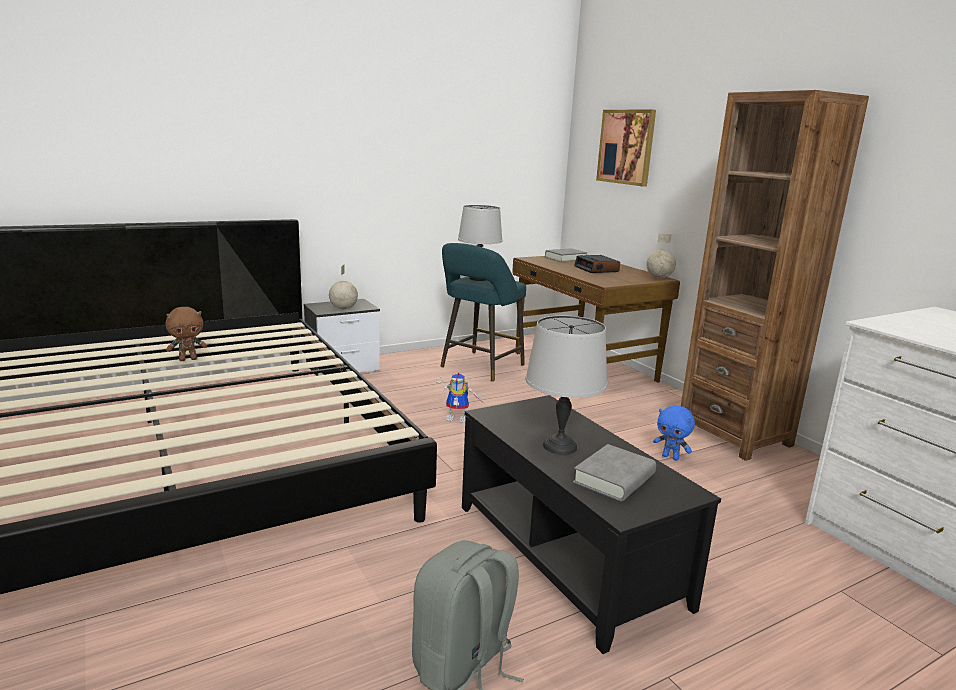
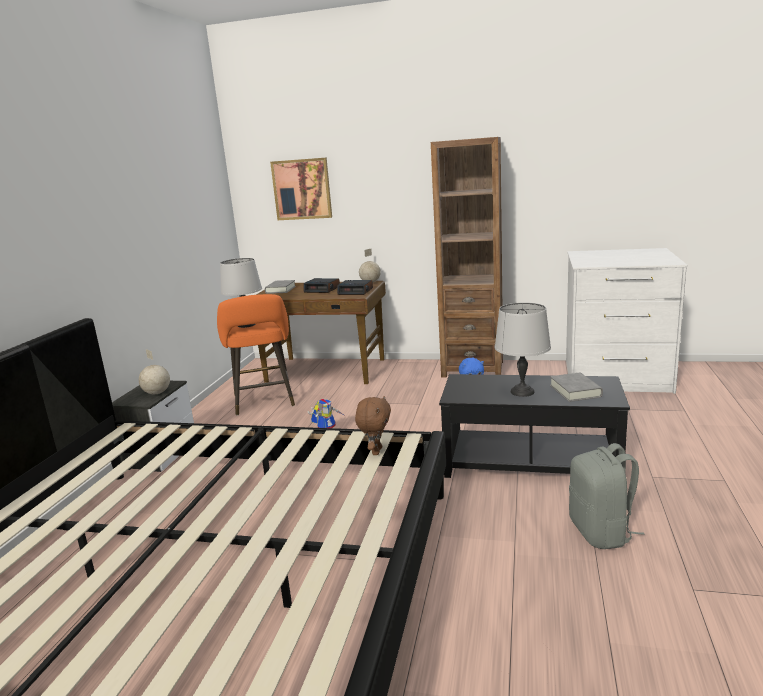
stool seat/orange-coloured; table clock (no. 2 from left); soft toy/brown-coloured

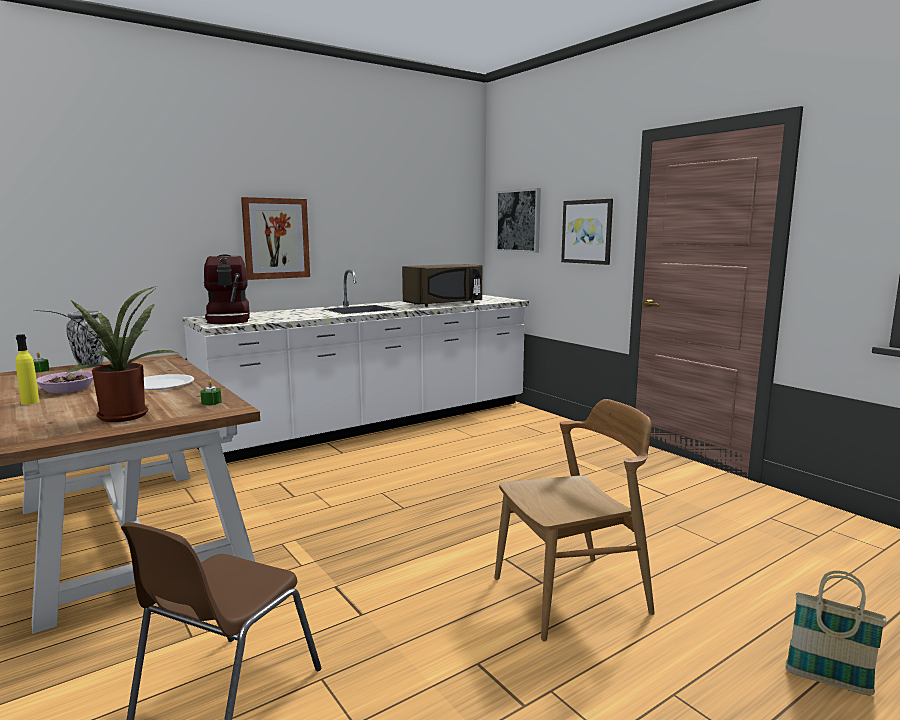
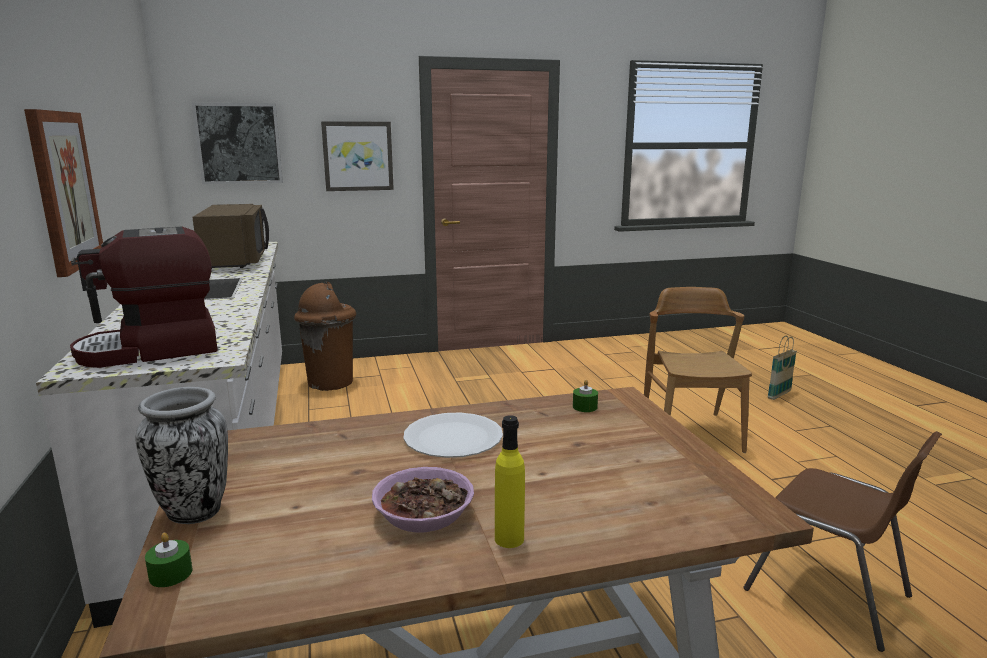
coffee maker; waste bin/brown-coloured; potted plant

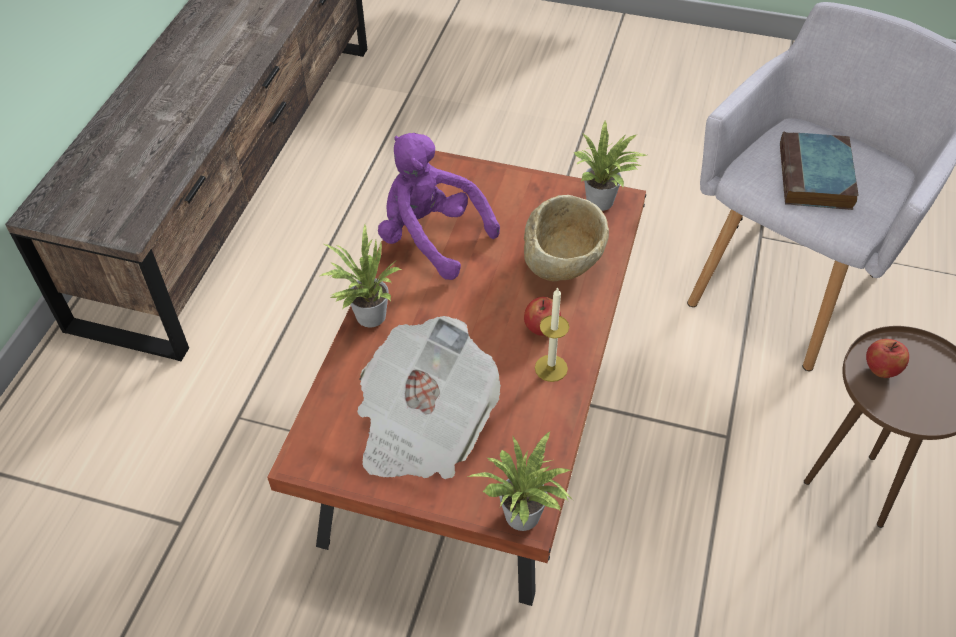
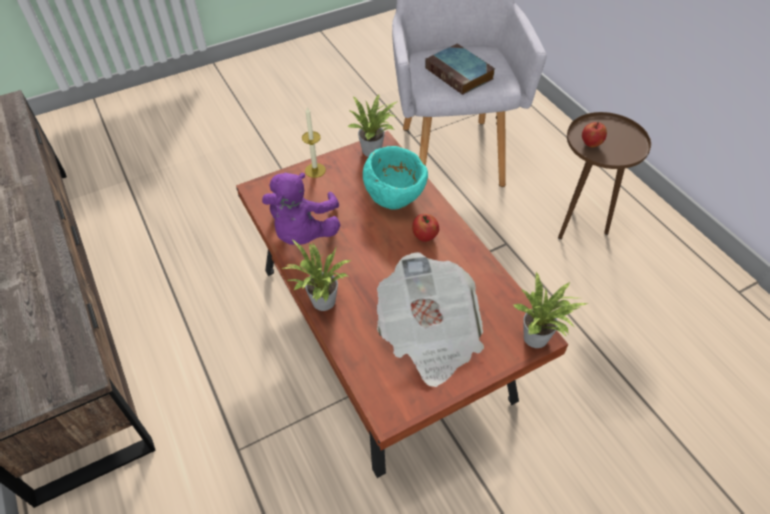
soft toy/purple-coloured; wax candle; bowl/turquoise

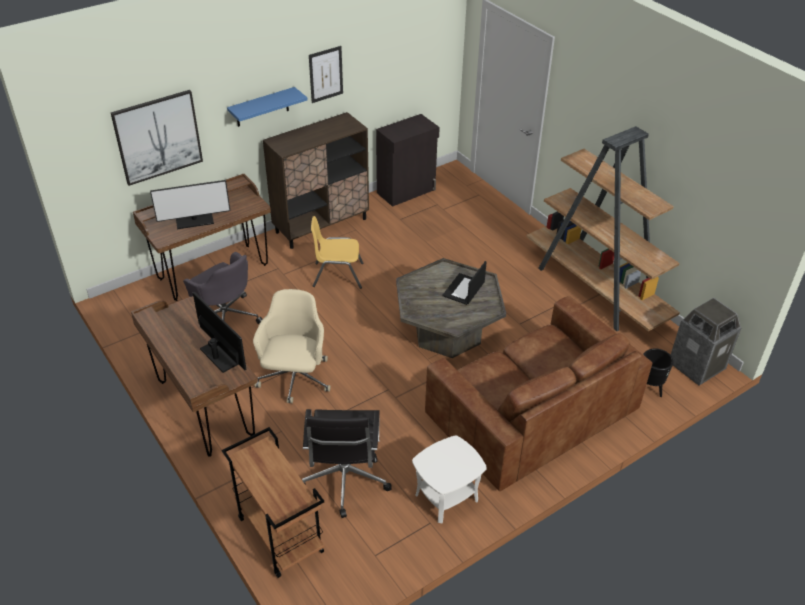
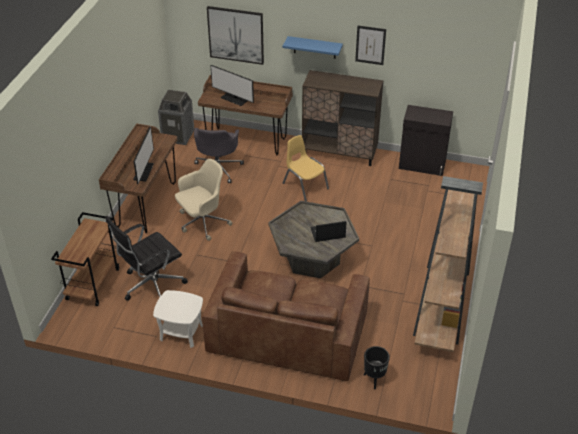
waste bin

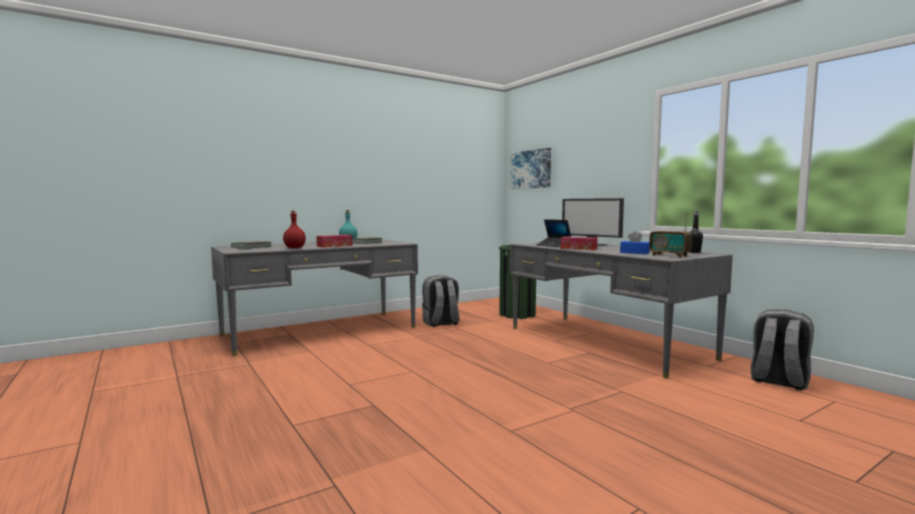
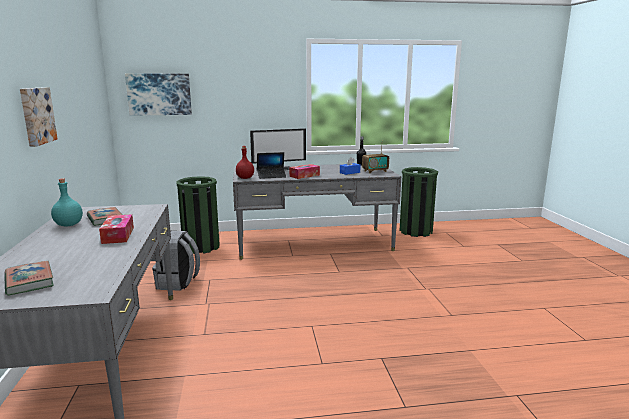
picture (no. 1 from left); drink bottle/red; waste bin/greenish (no. 2 from left)

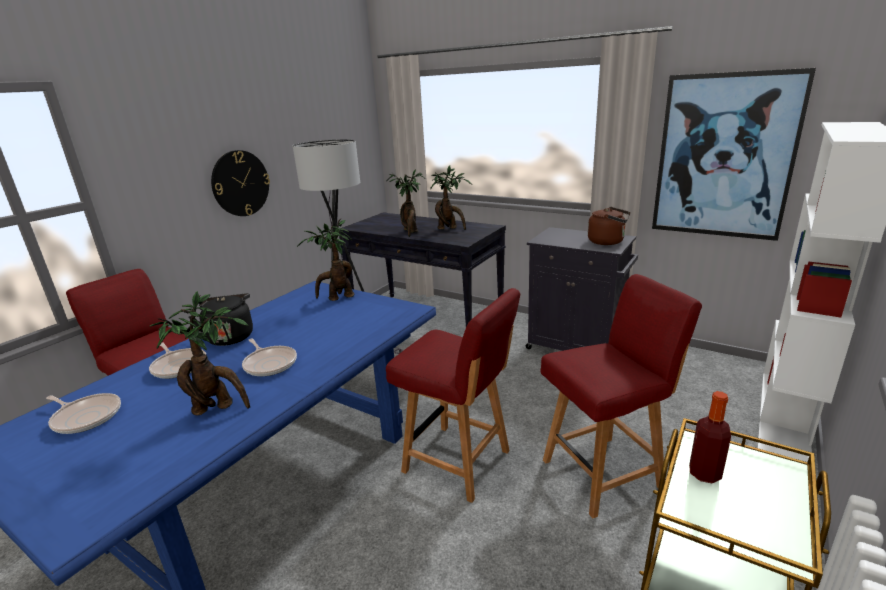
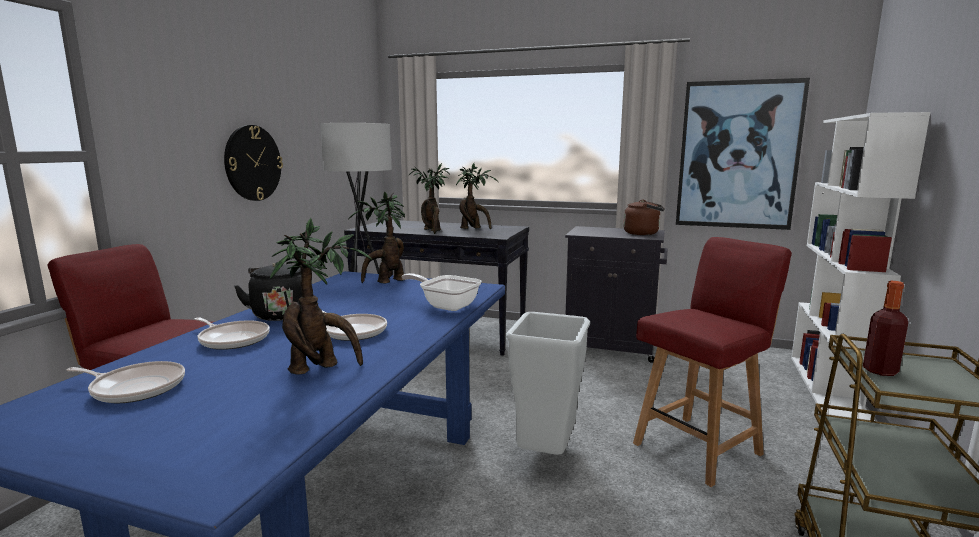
pan (no. 4 from left); waste bin/grey

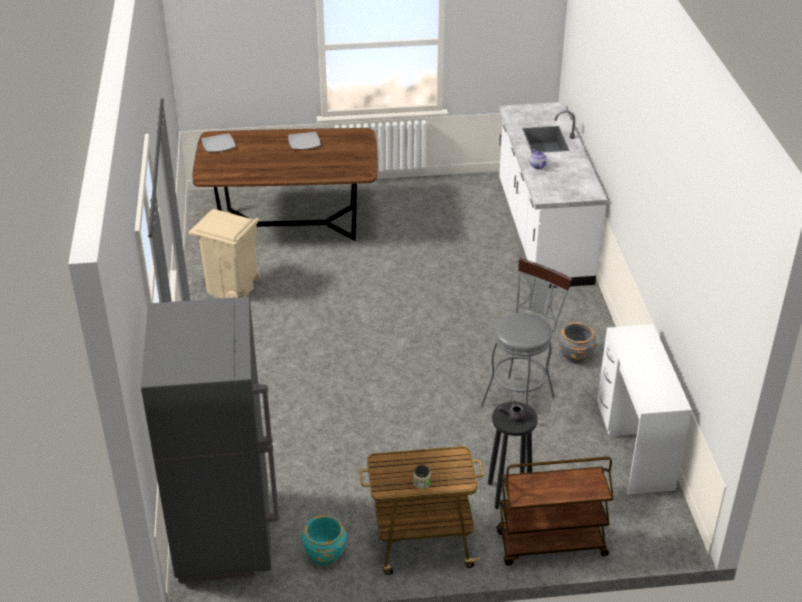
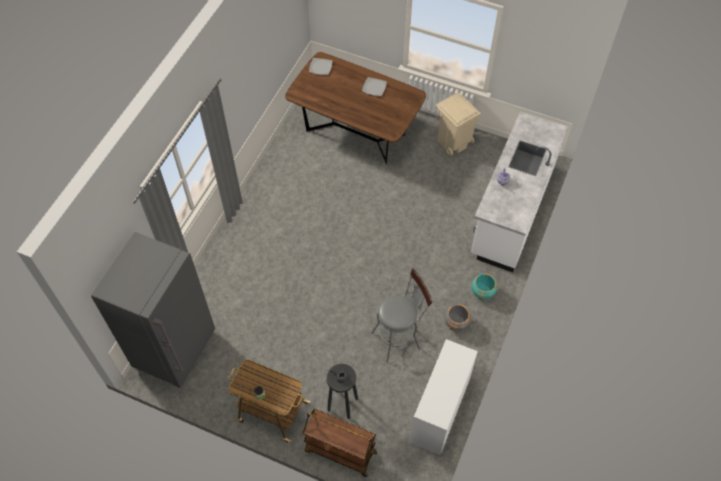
waste bin/beige; plant pot/turquoise

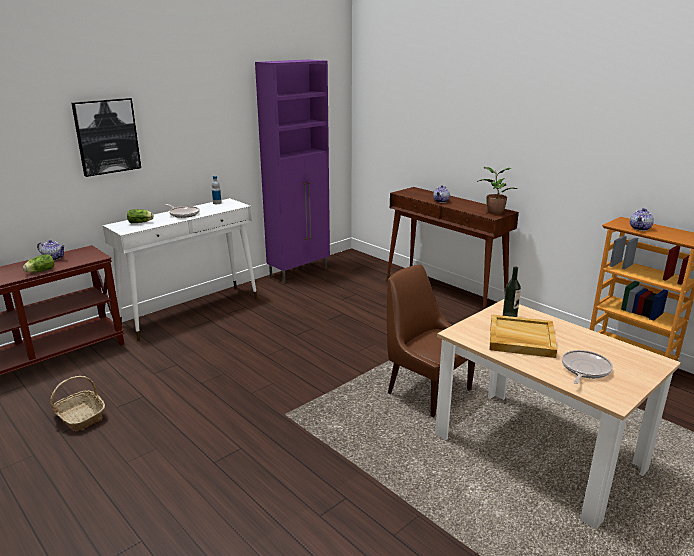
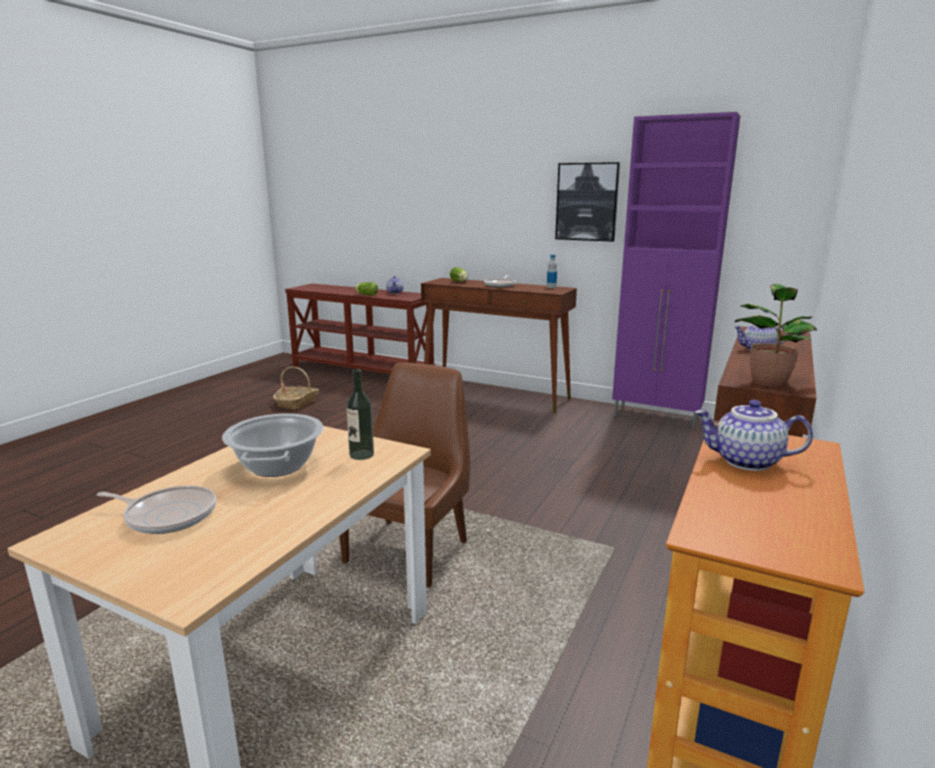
cooking pot; console table/brown-coloured (no. 2 from left); picture

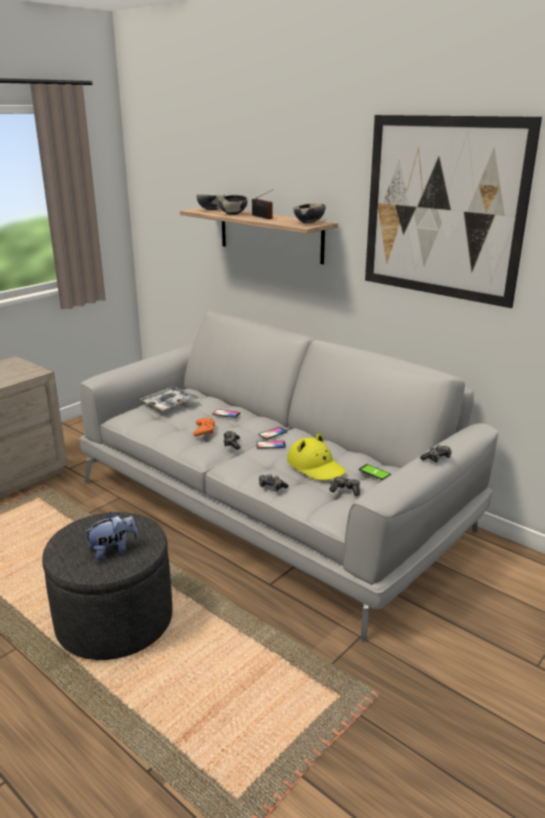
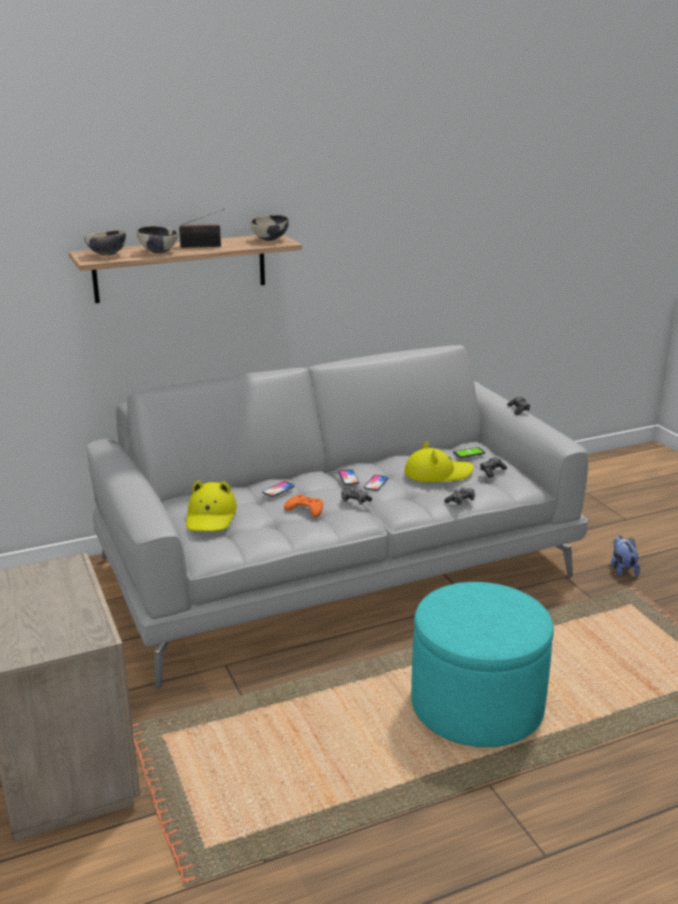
wearable hat/yellow (no. 1 from left); ottoman/turquoise; soft toy; picture

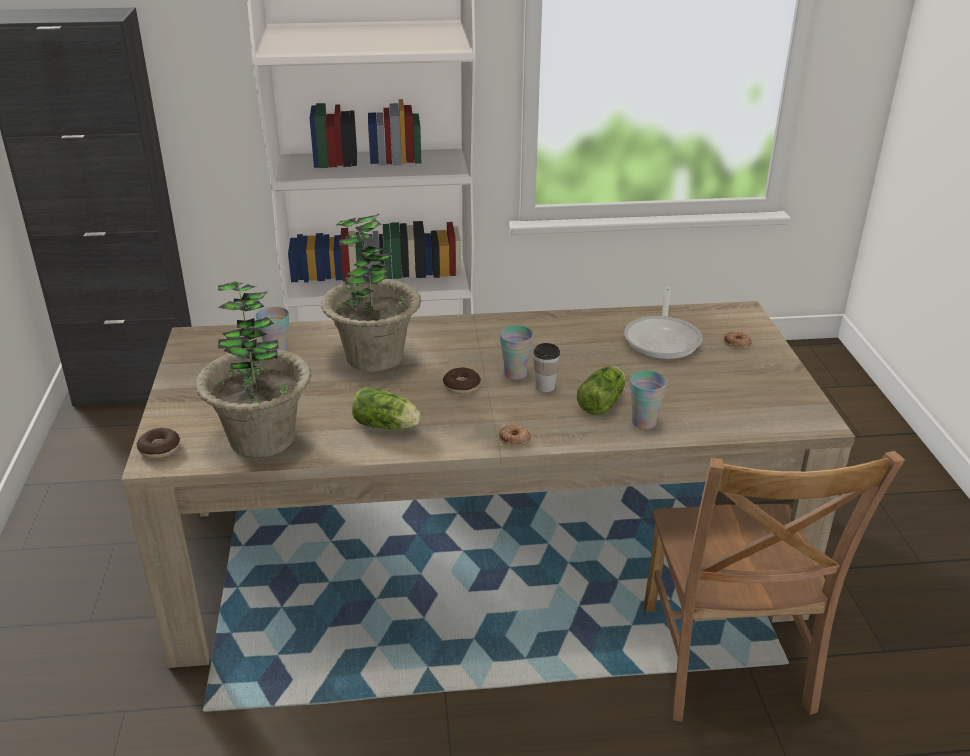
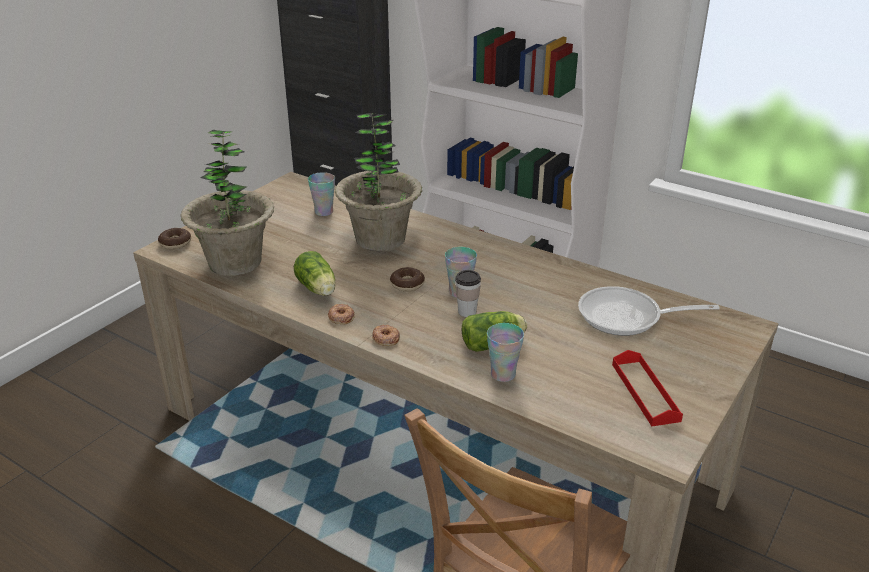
donut (no. 2 from left); pan; serving tray/red

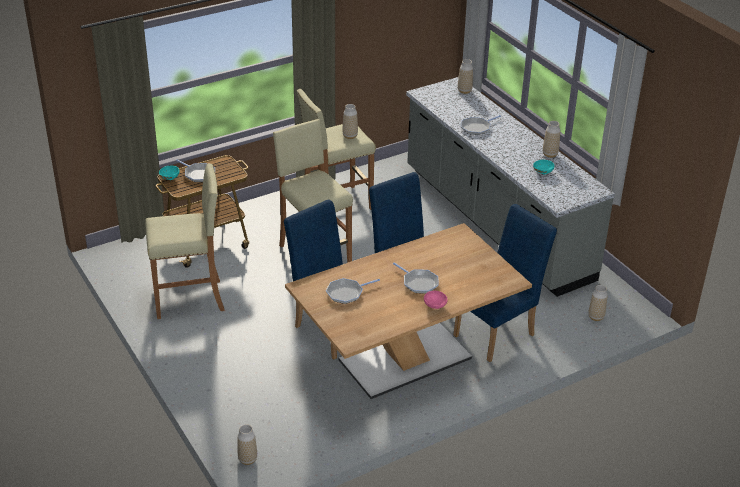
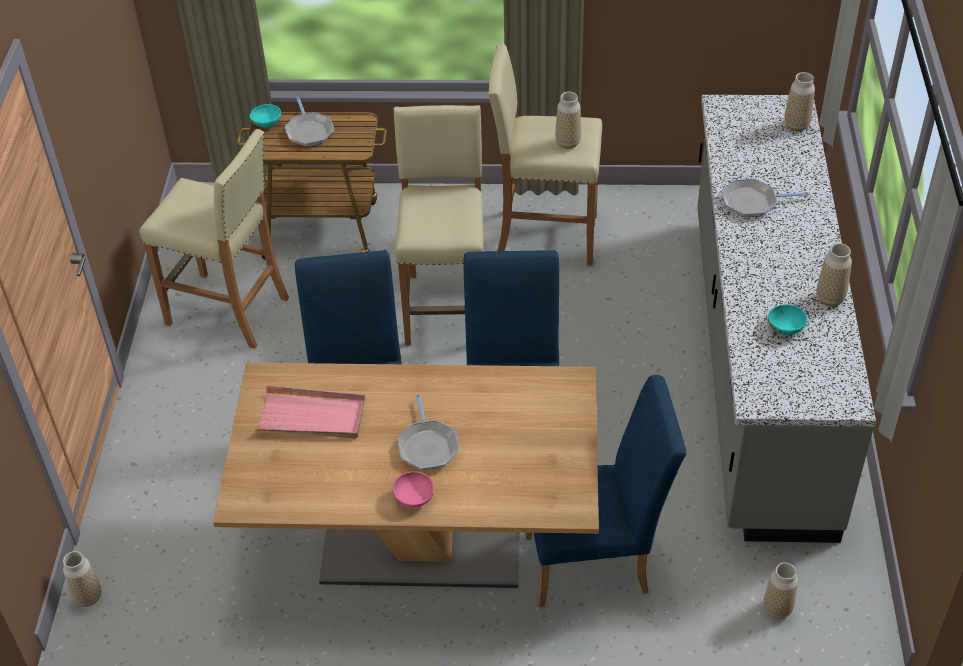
serving tray/pinkish

